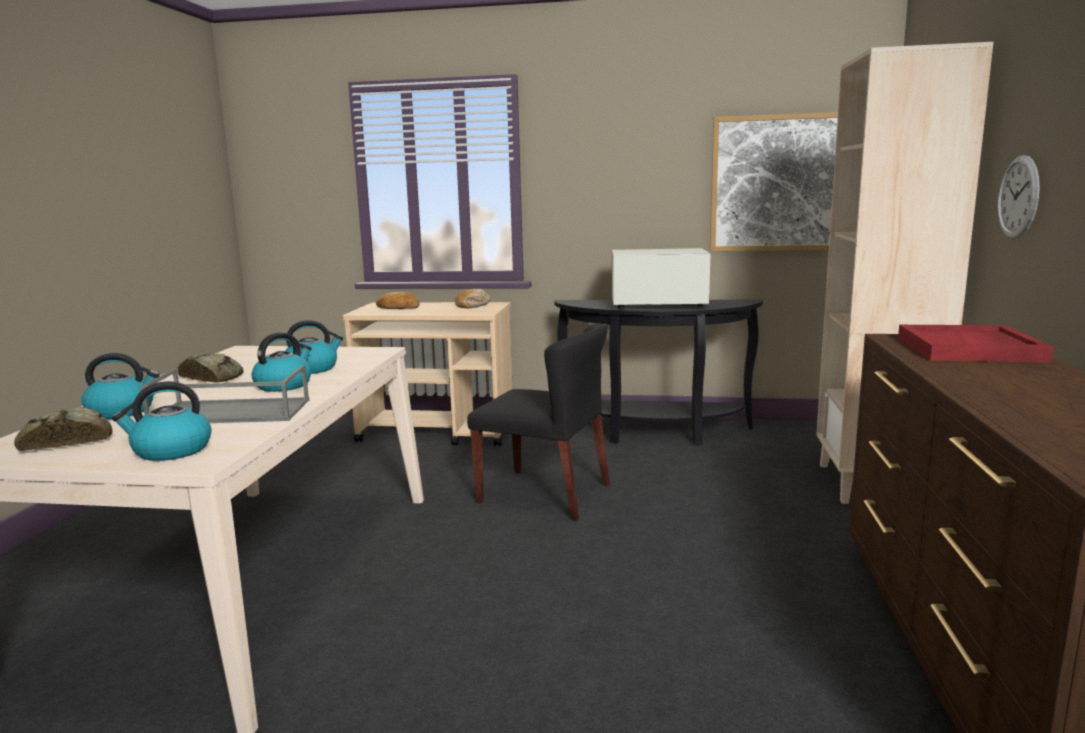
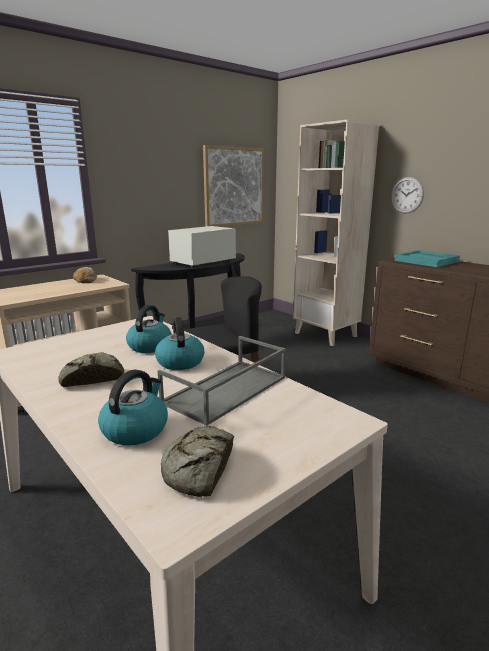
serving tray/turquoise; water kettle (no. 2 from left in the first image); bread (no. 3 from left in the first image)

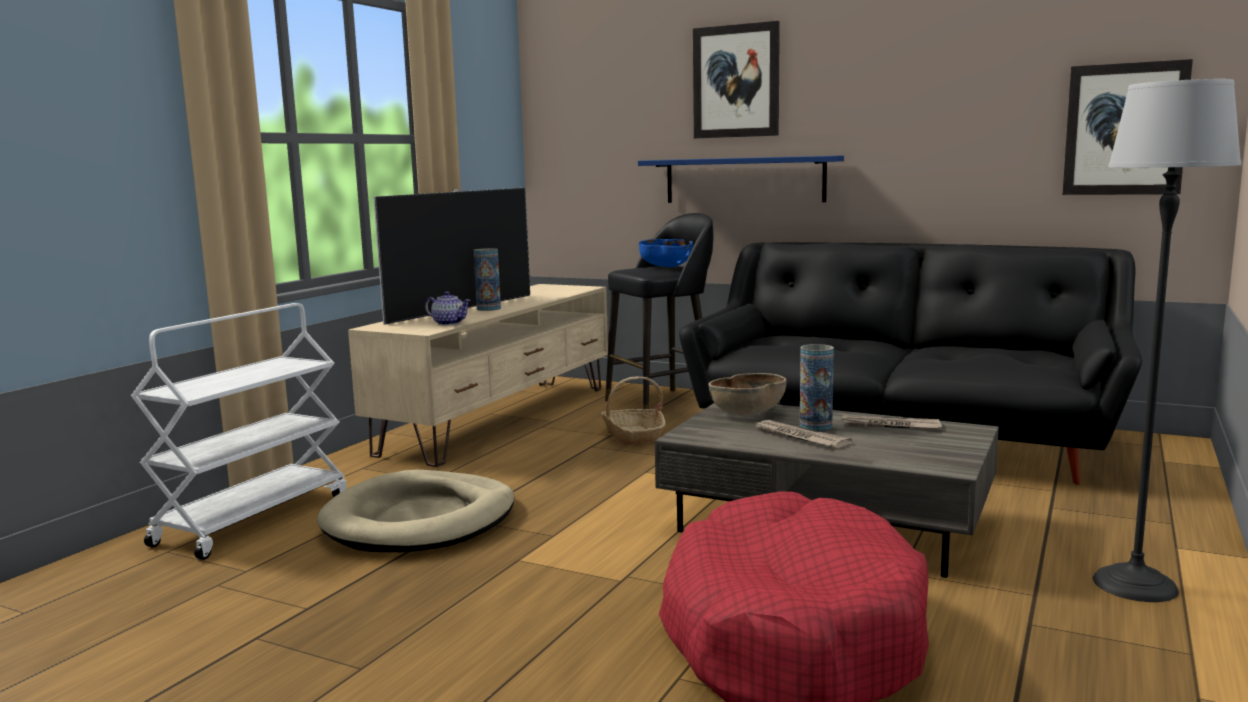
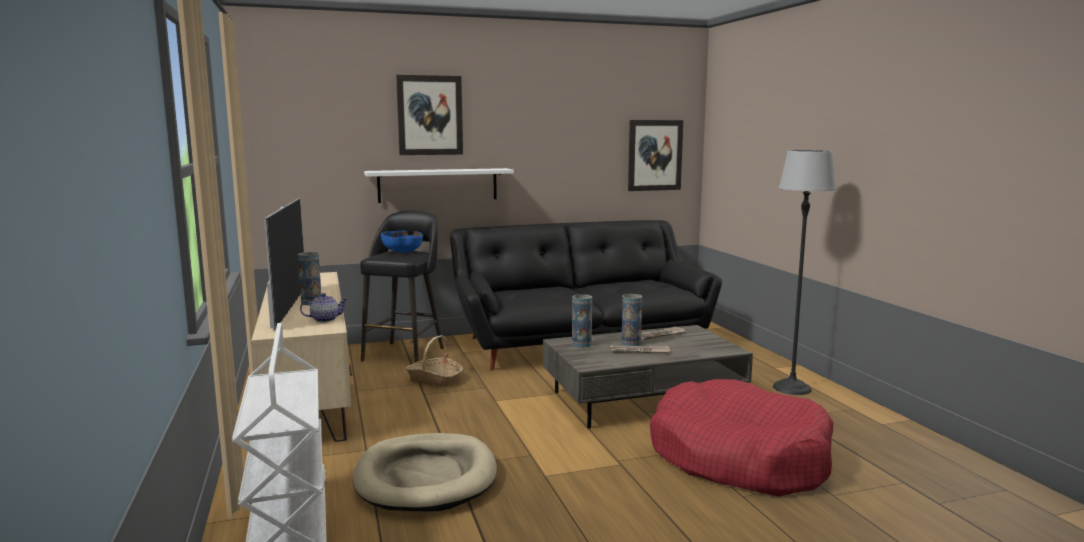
shelf/white; vase (no. 2 from left)

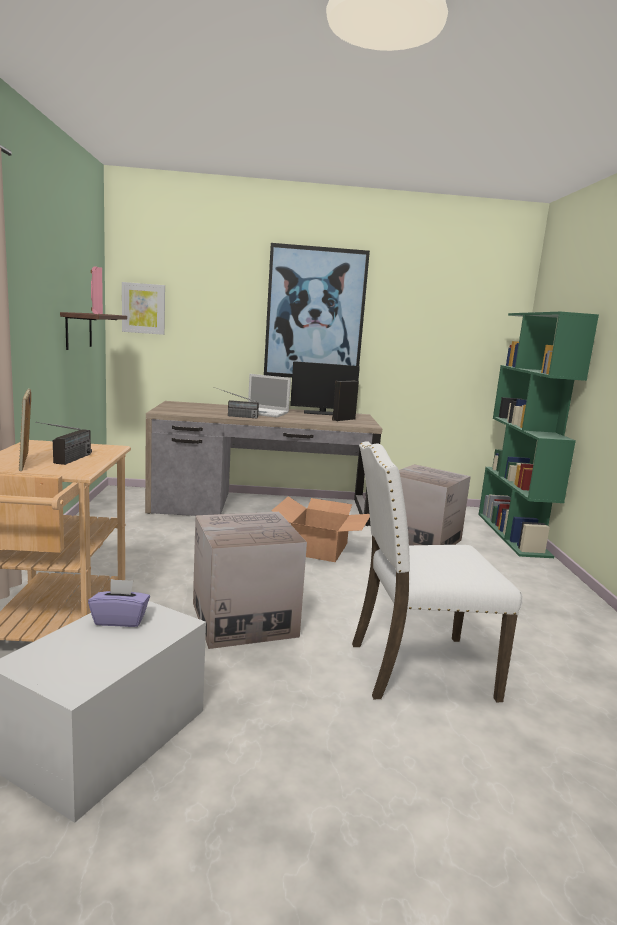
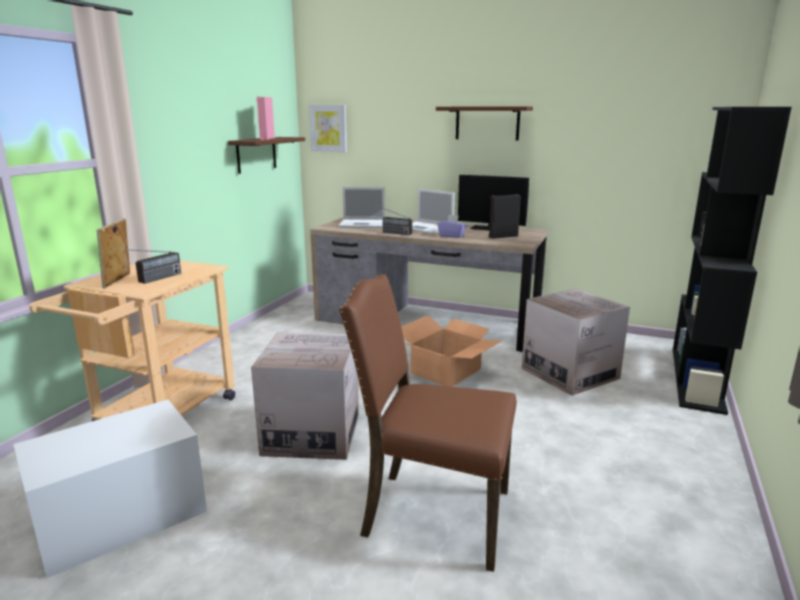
laptop (no. 1 from left); chair/brown-coloured; shelf (no. 2 from left); box of tissues/purple-coloured; bookcase/blackish

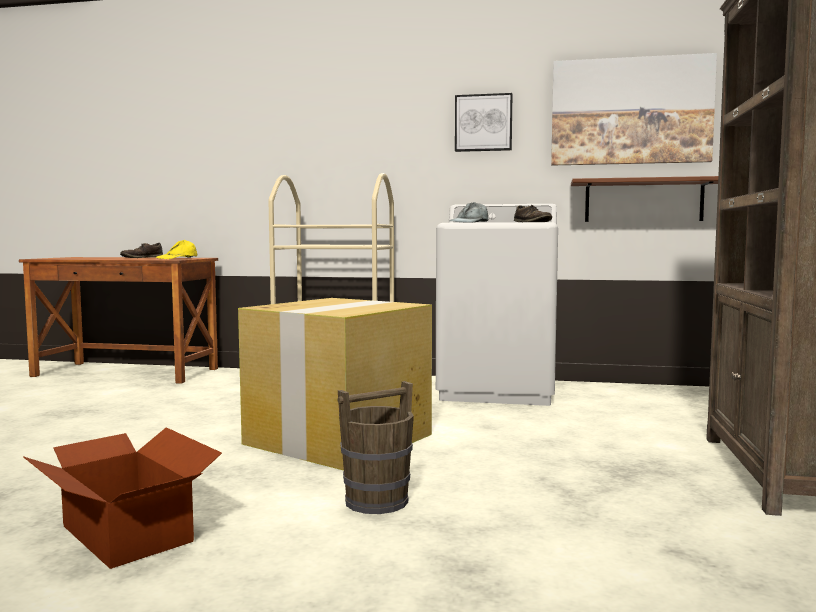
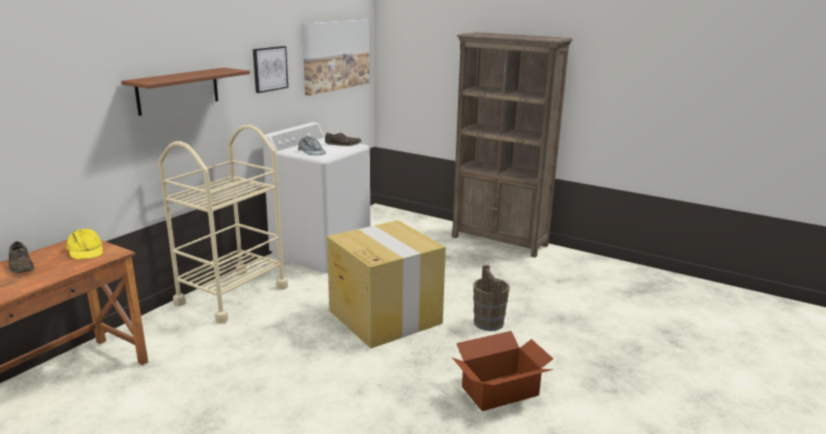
shelf/brown-coloured

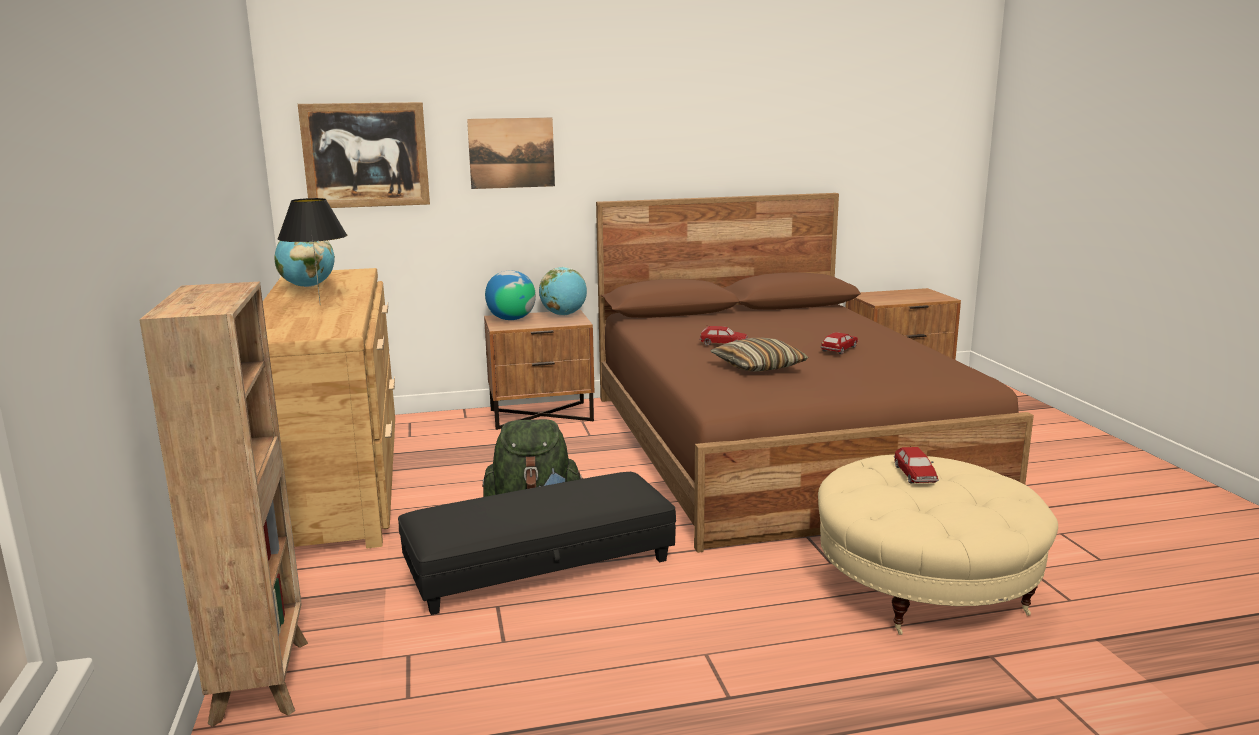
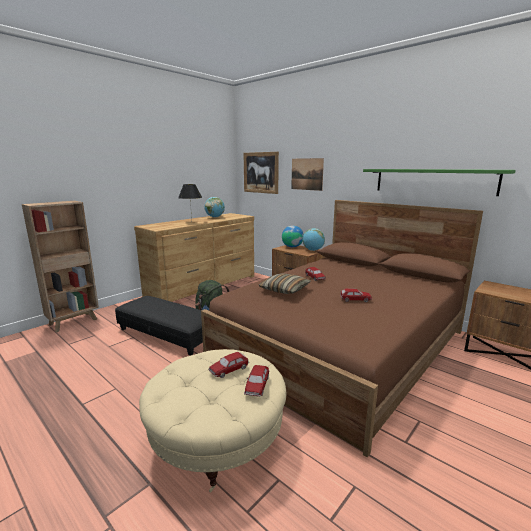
model car (no. 2 from left); shelf/greenish

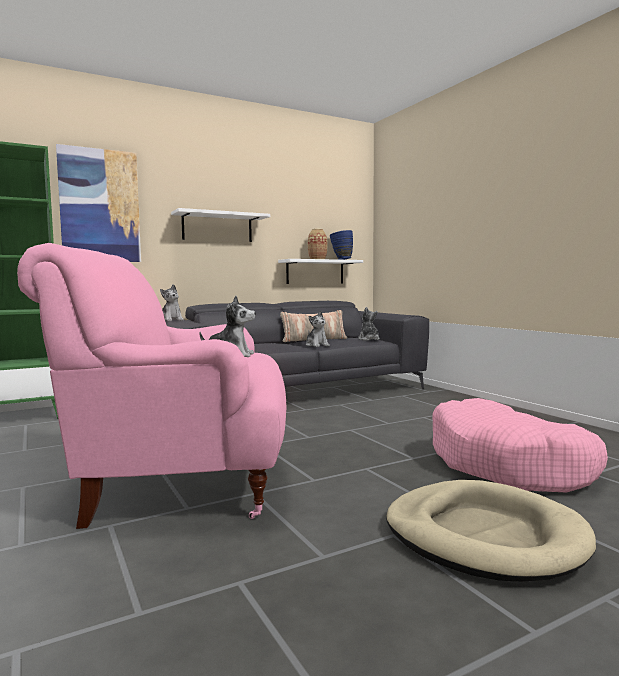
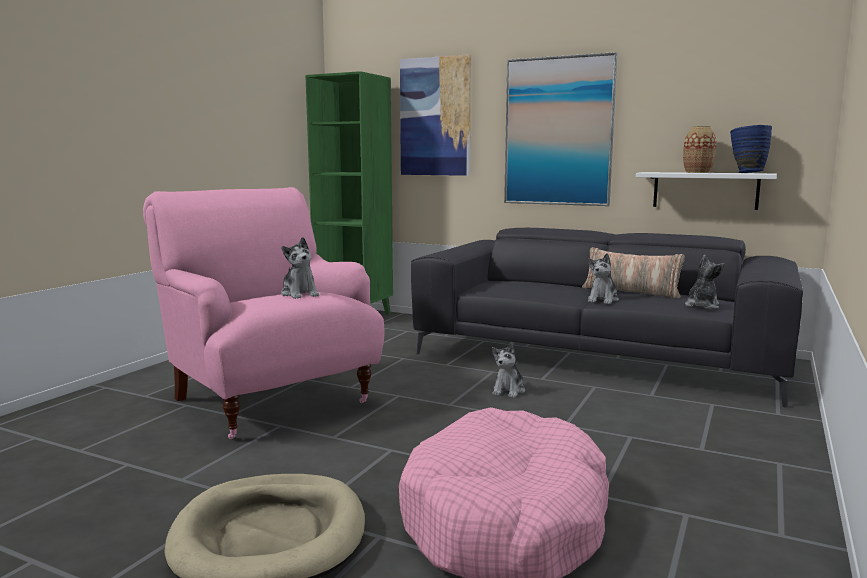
soft toy (no. 2 from left); picture (no. 2 from left)

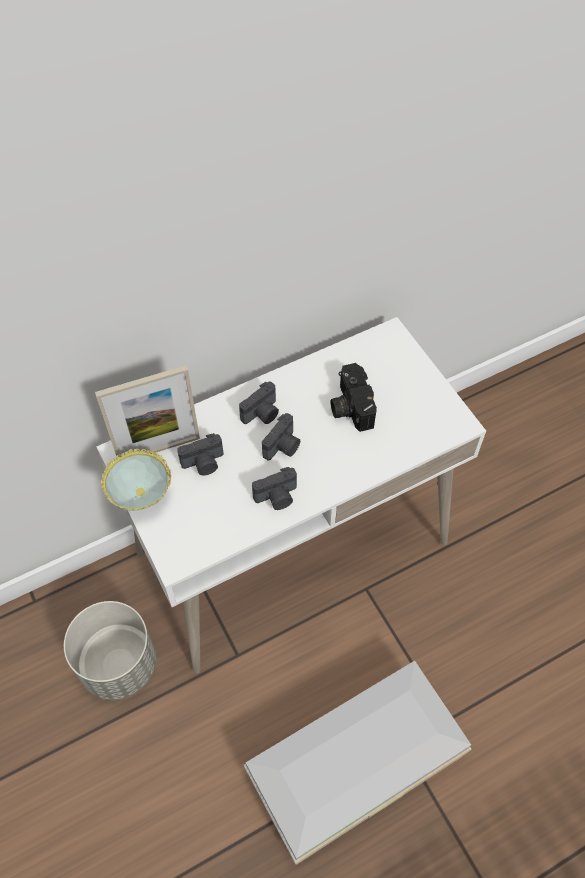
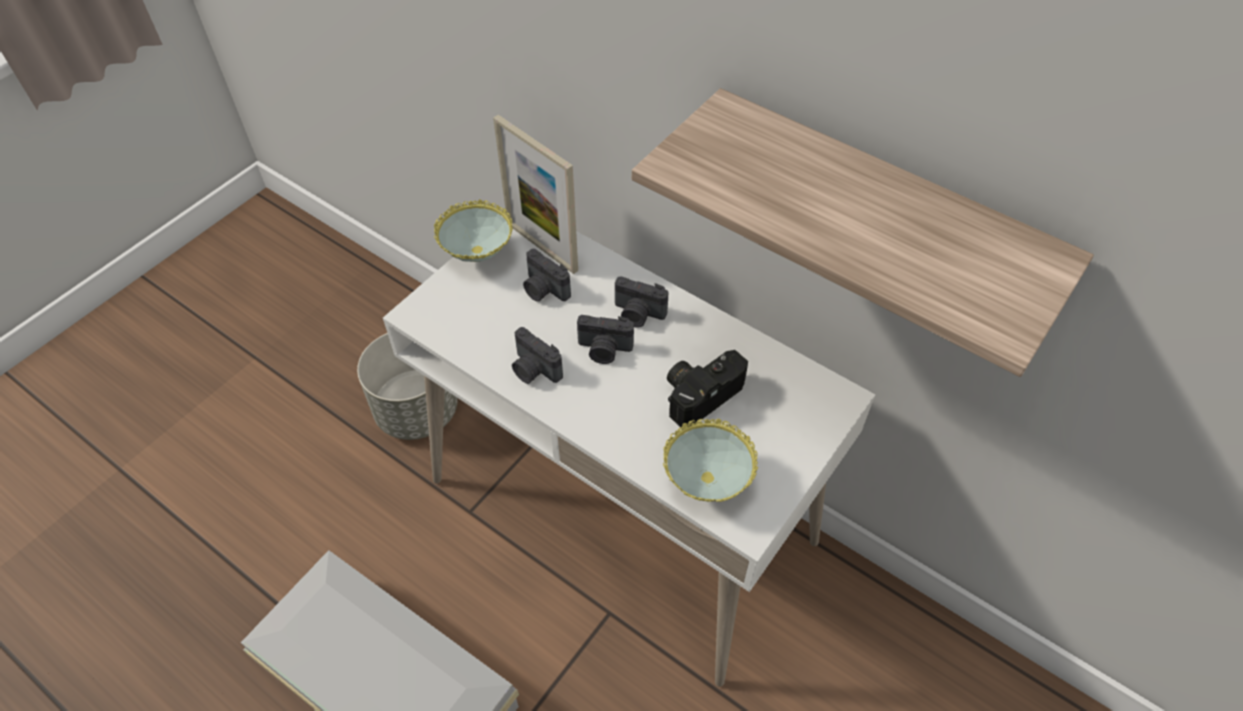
shelf; bowl (no. 2 from left)

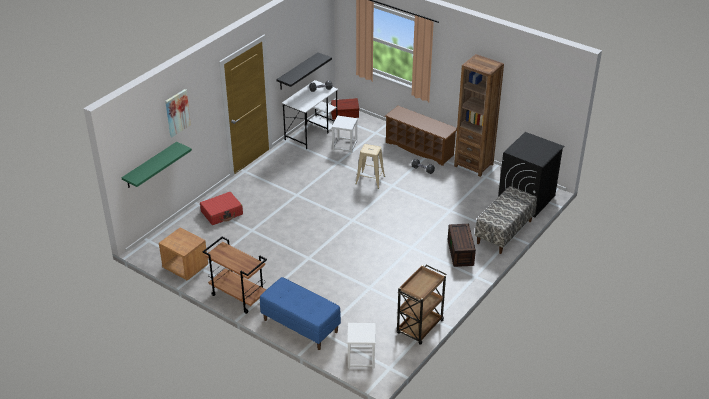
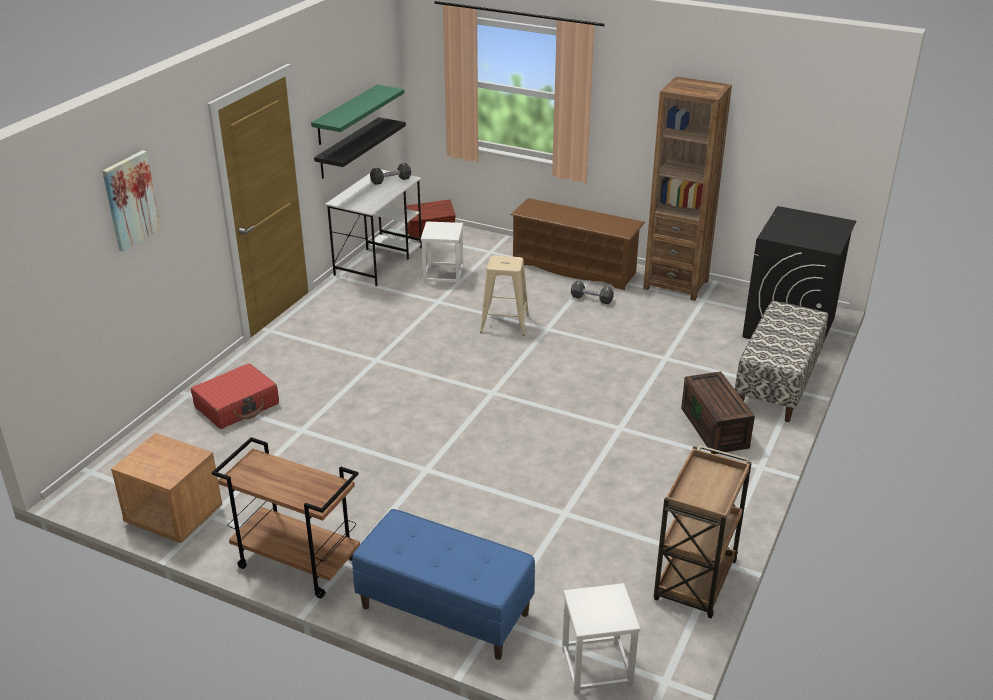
shelf/greenish

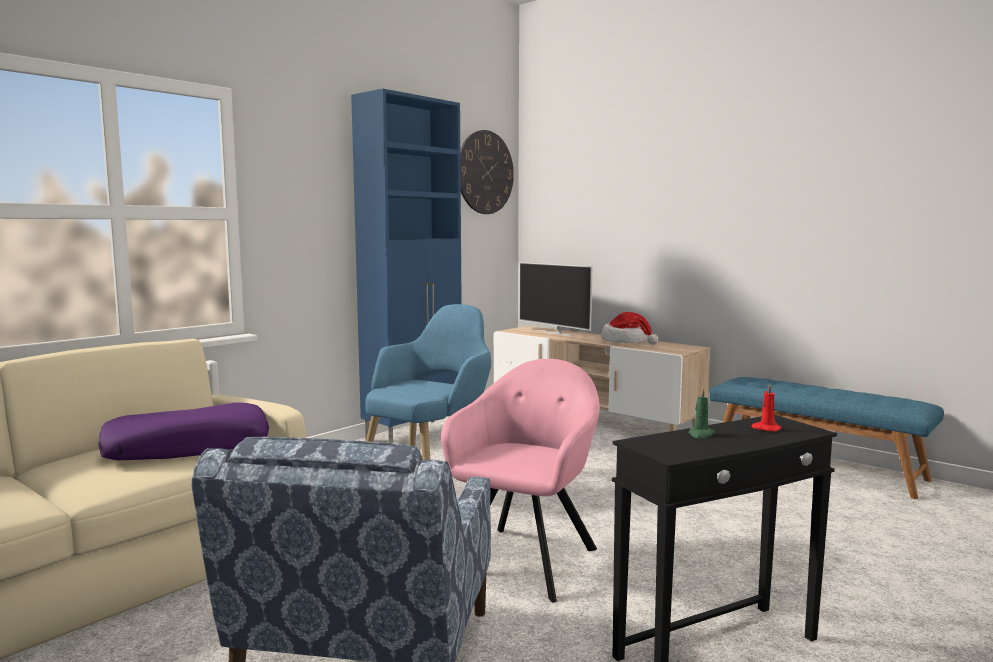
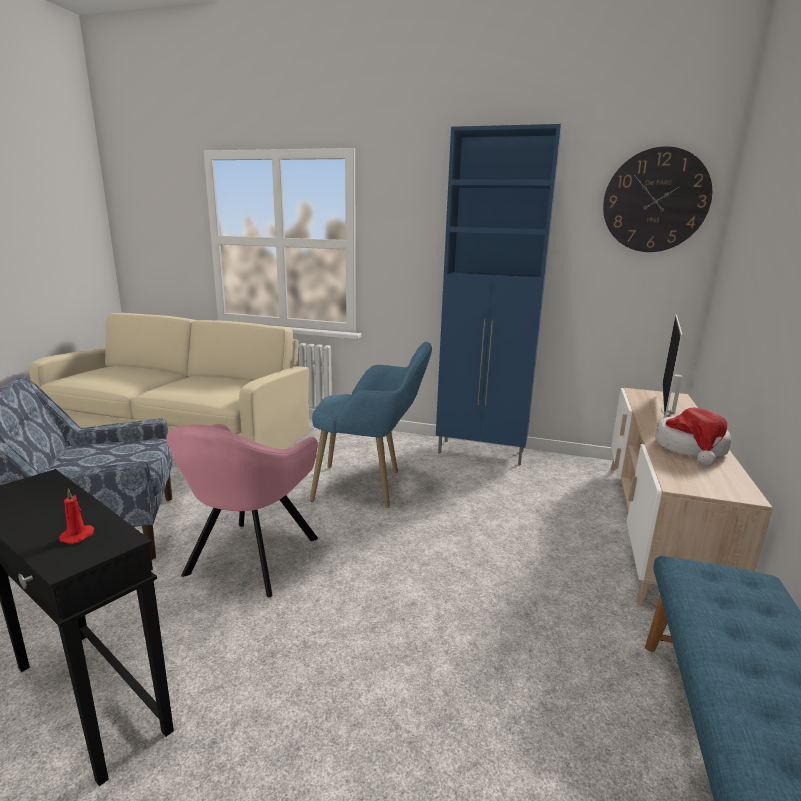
easy chair/pinkish; throw pillow/purple-coloured; wax candle/greenish

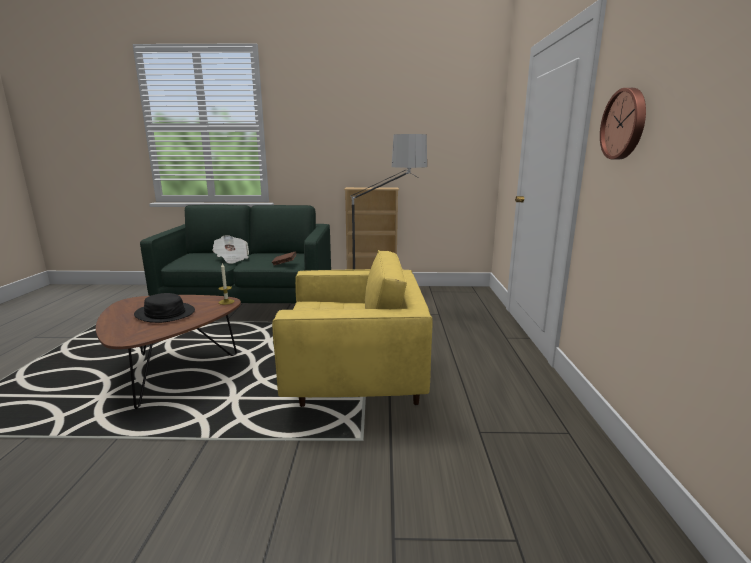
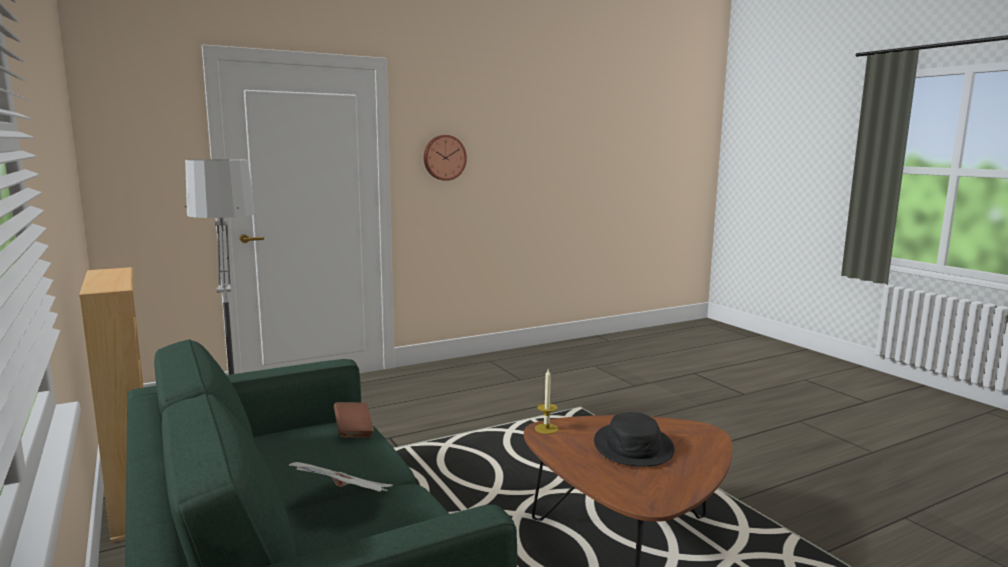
easy chair/yellow

